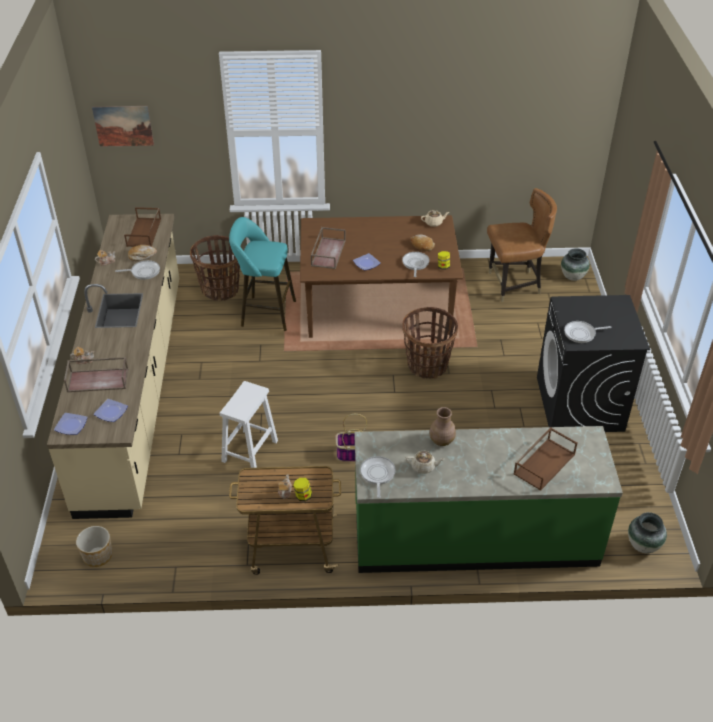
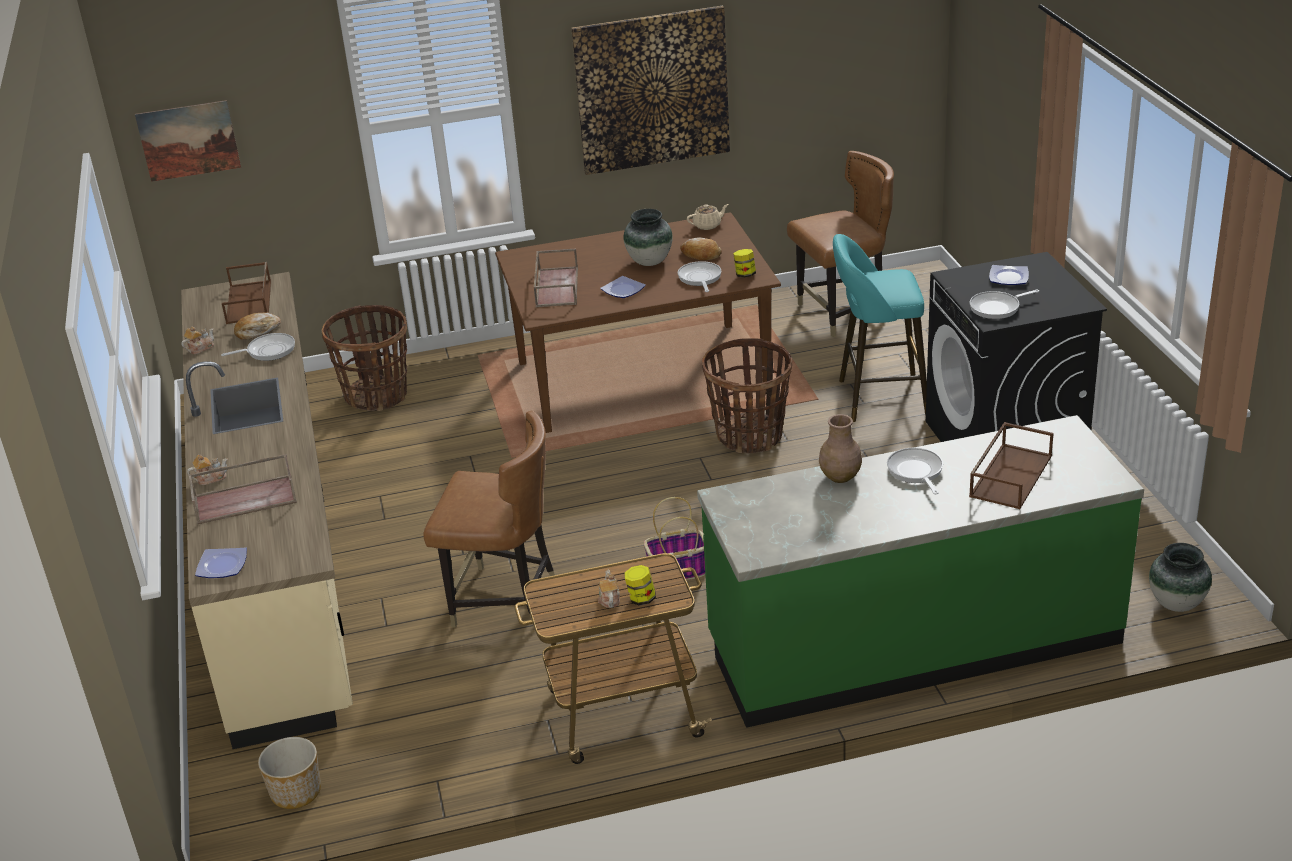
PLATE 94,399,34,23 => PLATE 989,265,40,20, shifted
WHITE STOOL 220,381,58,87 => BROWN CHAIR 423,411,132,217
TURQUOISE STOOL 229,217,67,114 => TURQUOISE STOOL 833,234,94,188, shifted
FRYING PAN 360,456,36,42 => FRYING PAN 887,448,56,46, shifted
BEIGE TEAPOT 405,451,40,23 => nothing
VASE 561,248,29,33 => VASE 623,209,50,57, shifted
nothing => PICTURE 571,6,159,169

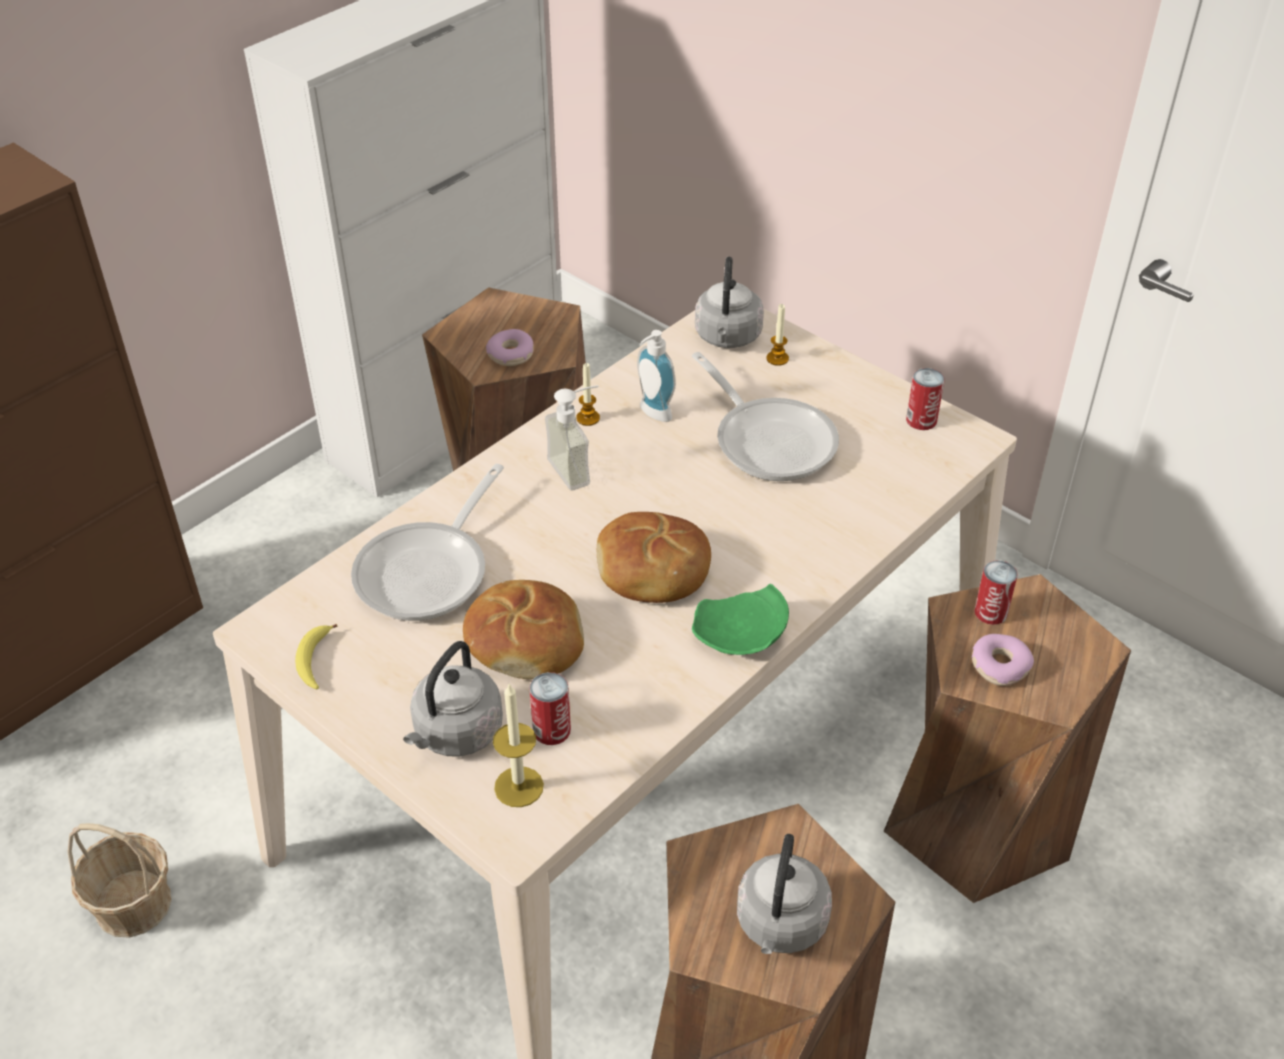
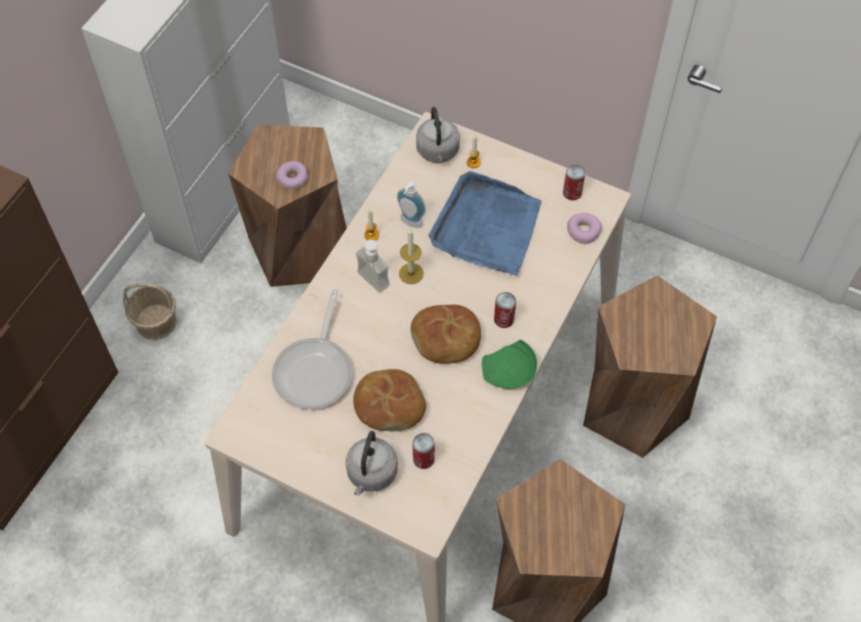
BASKET 68,823,104,115 => BASKET 123,283,54,57, shifted
BANANA 295,624,42,65 => nothing
CANDLE 493,683,51,124 => CANDLE 399,228,25,56, shifted
FRYING PAN 692,352,147,129 => BLUE TRAY 428,171,113,105
GREY KETTLE 737,834,95,120 => nothing
DONUT 972,634,62,52 => DONUT 567,213,35,31, shifted
CAN 974,560,44,65 => CAN 494,292,22,36, shifted

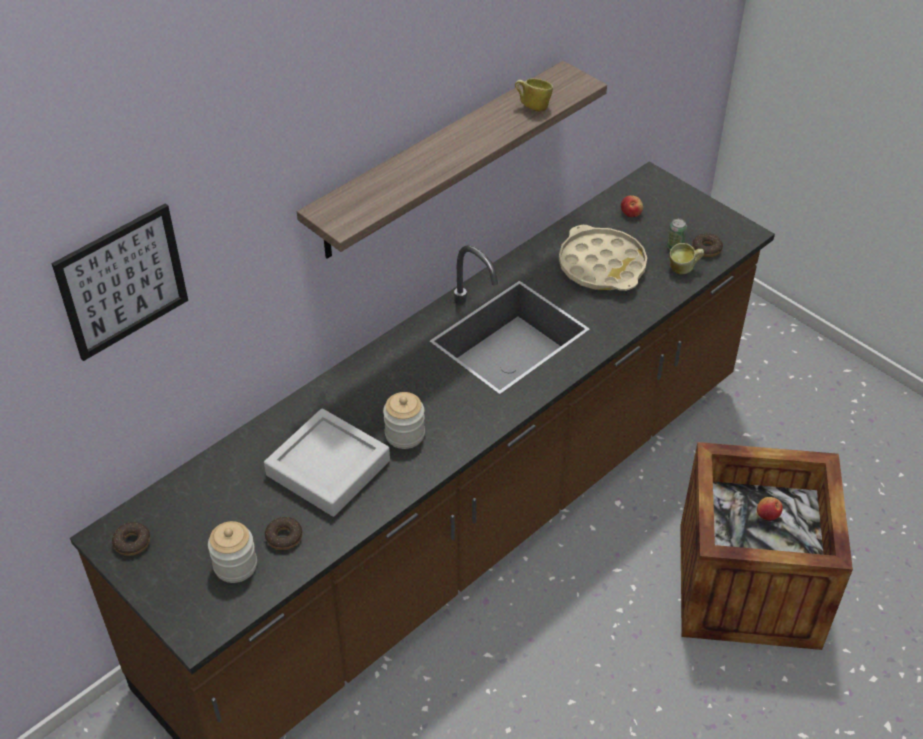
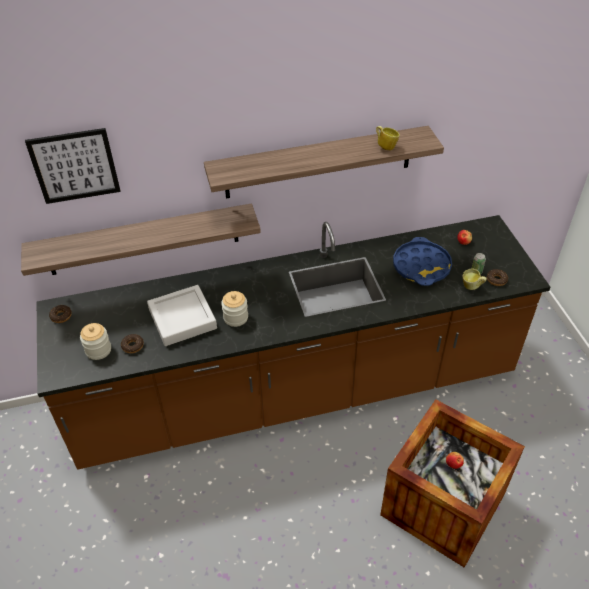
BEIGE TRAY 559,225,88,66 => BLUE TRAY 393,237,59,49
nothing => SHELF 21,203,240,73

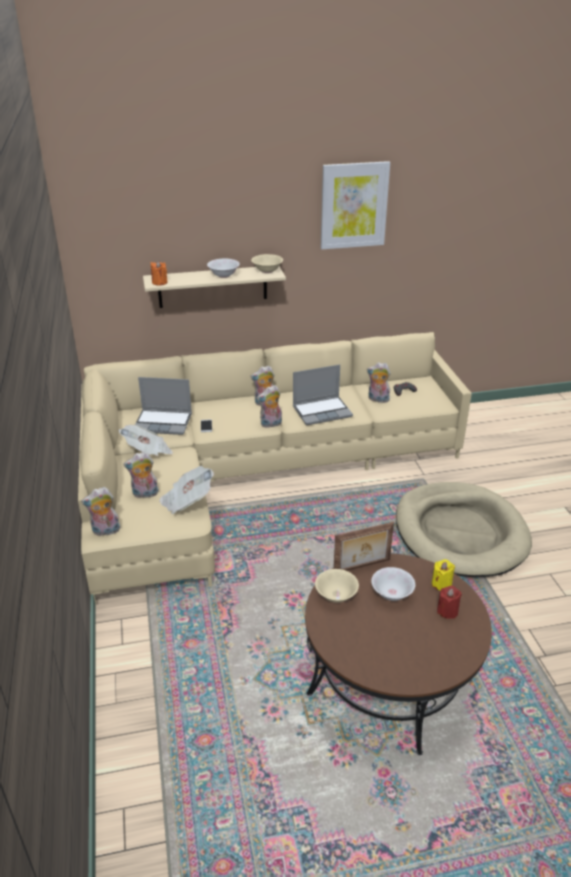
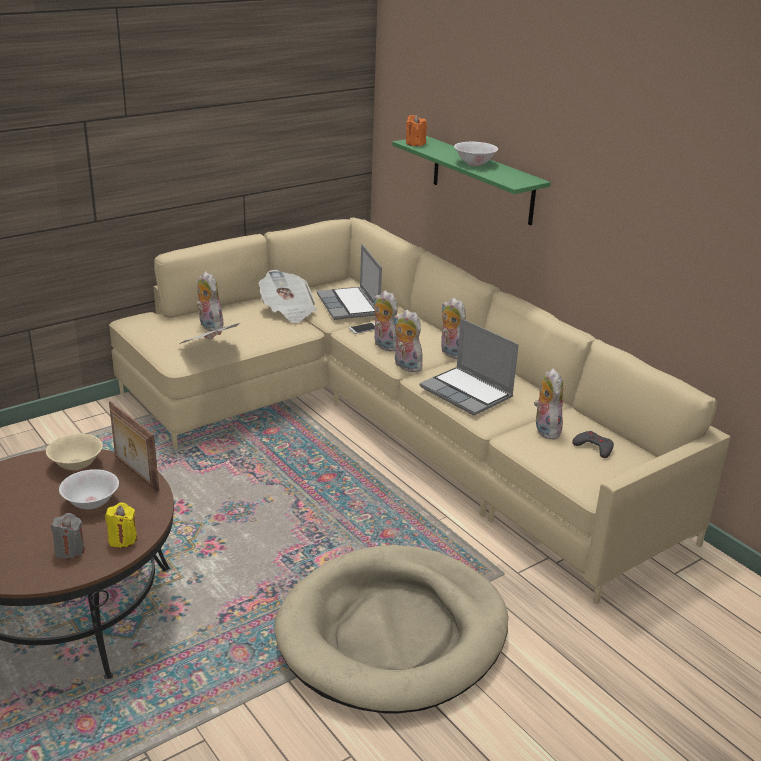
PLUSH TOY 81,487,39,49 => PLUSH TOY 374,290,24,61, shifted
BEIGE SHELF 143,266,143,42 => GREEN SHELF 392,136,159,89
BEIGE BOWL 251,254,32,19 => nothing
PICTURE 321,161,69,88 => nothing
RED CANDLE 437,586,25,33 => GREY CANDLE 51,513,34,46

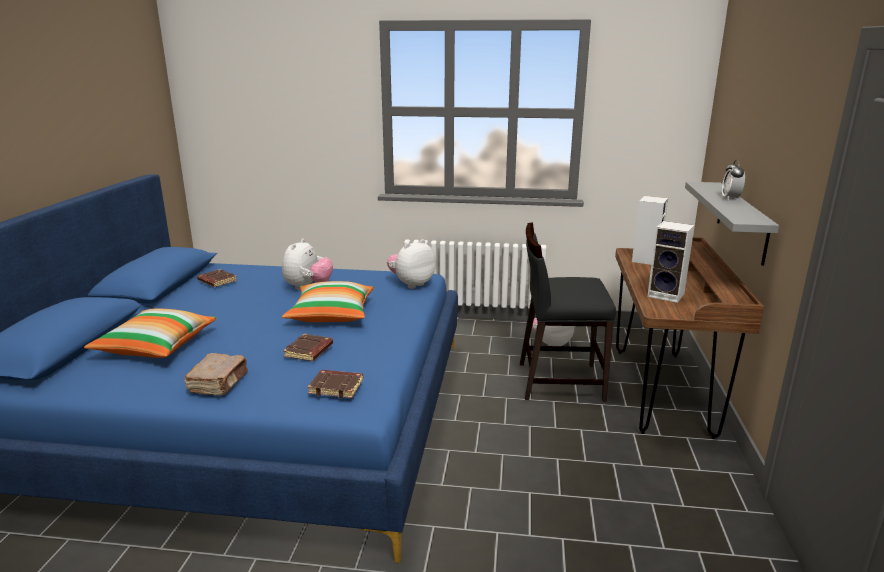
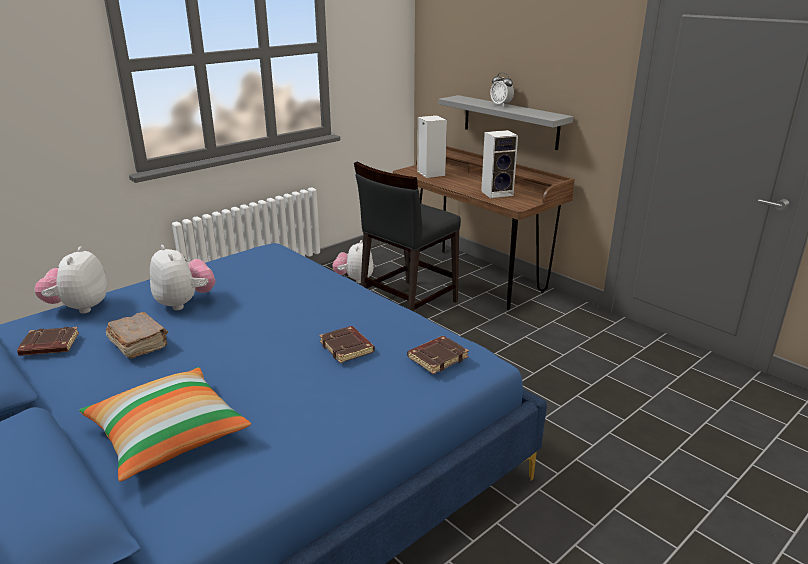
BROWN BOOK 184,353,64,43 => BROWN BOOK 106,312,62,47, shifted
PILLOW 282,281,92,41 => nothing
PLUSH TOY 387,239,49,50 => PLUSH TOY 35,246,72,68, shifted

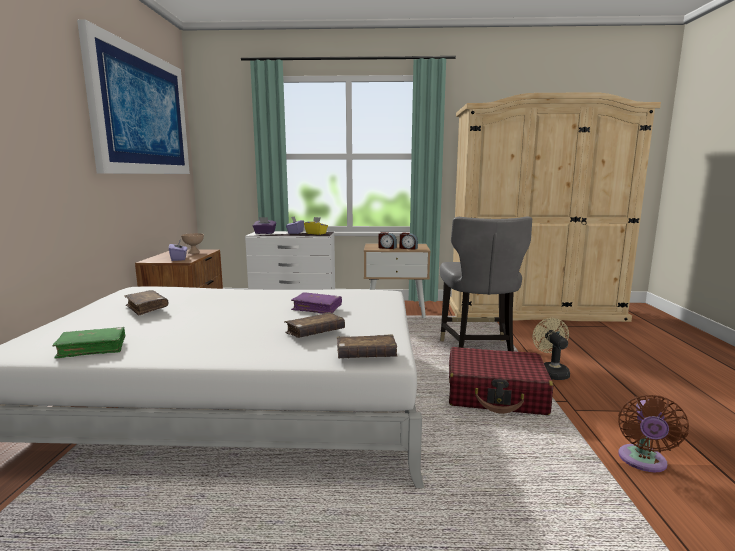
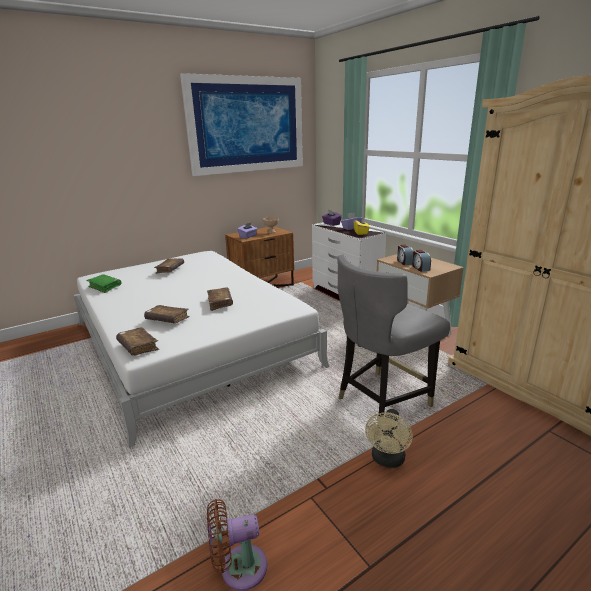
PURPLE BOOK 291,292,51,22 => BROWN BOOK 207,287,26,24
RED SUITCASE 449,347,104,68 => nothing
BEIGE FAN 532,318,38,62 => BEIGE FAN 365,409,48,59, 150 degrees clockwise

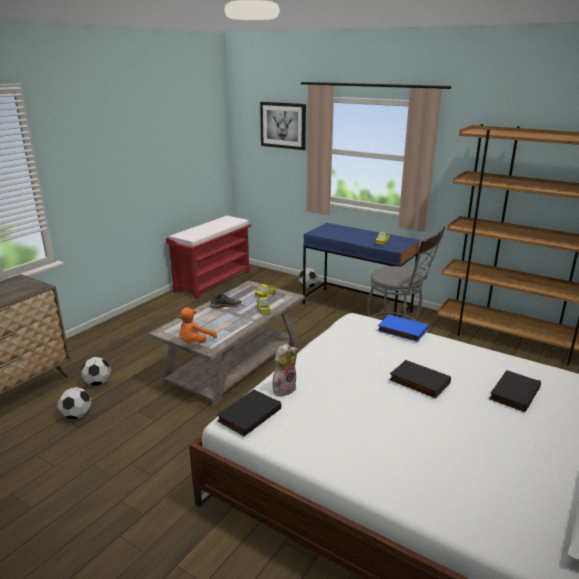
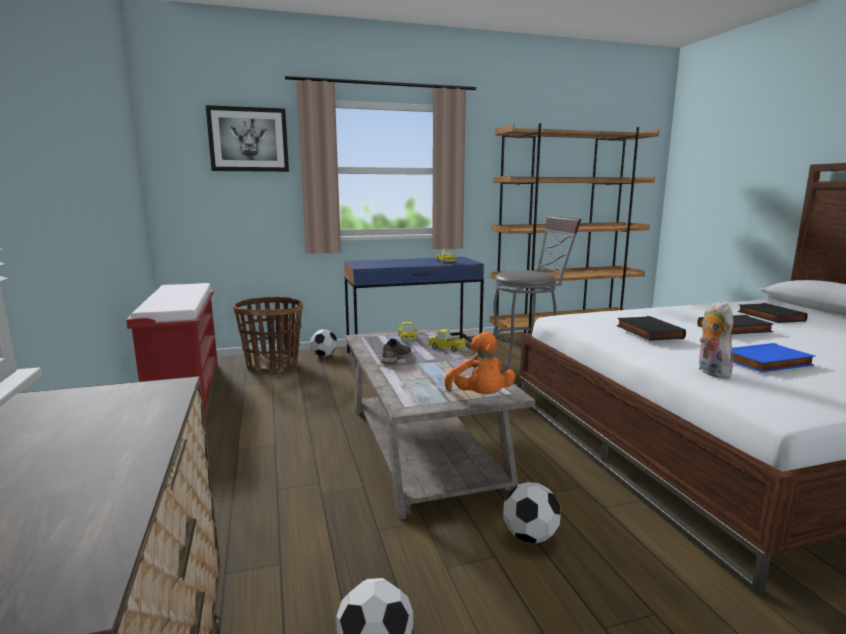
FOOTBALL 80,357,31,29 => FOOTBALL 503,482,58,62, shifted
BLACK BOOK 217,389,64,47 => BLACK BOOK 616,316,70,25, shifted
BLUE BOOK 377,315,51,27 => BLUE BOOK 732,343,83,30, shifted
nothing => BASKET 233,297,70,76

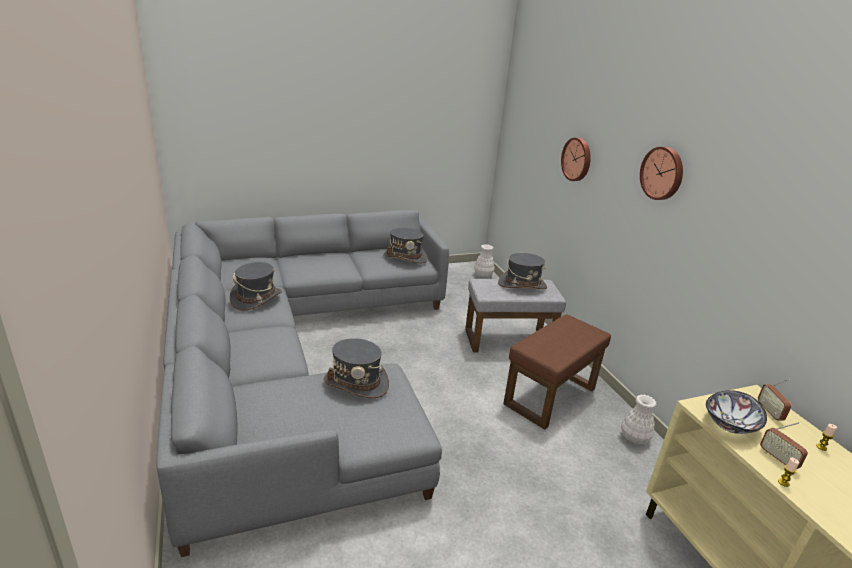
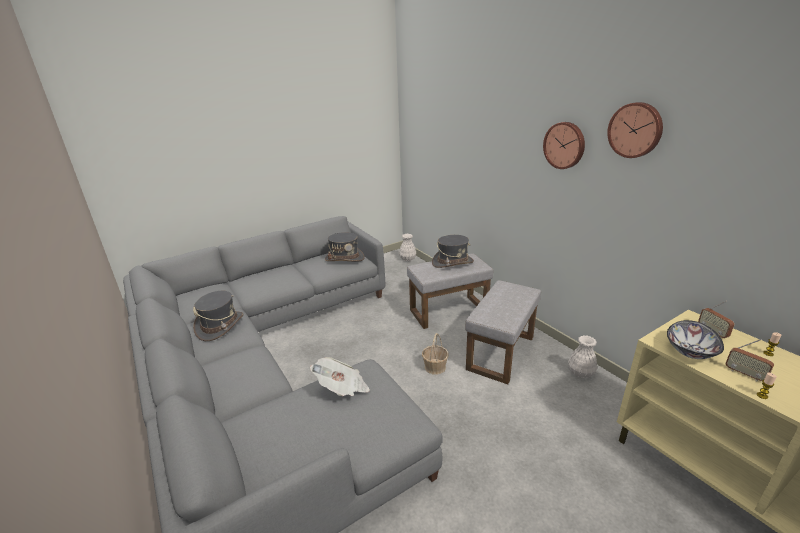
GREY HAT 323,338,66,60 => NEWSPAPER 310,357,60,39
BROWN OTTOMAN 503,314,108,116 => GREY OTTOMAN 465,280,76,104
WALL CLOCK 561,138,30,43 => WALL CLOCK 607,102,56,56, shifted
nothing => BASKET 422,333,27,42

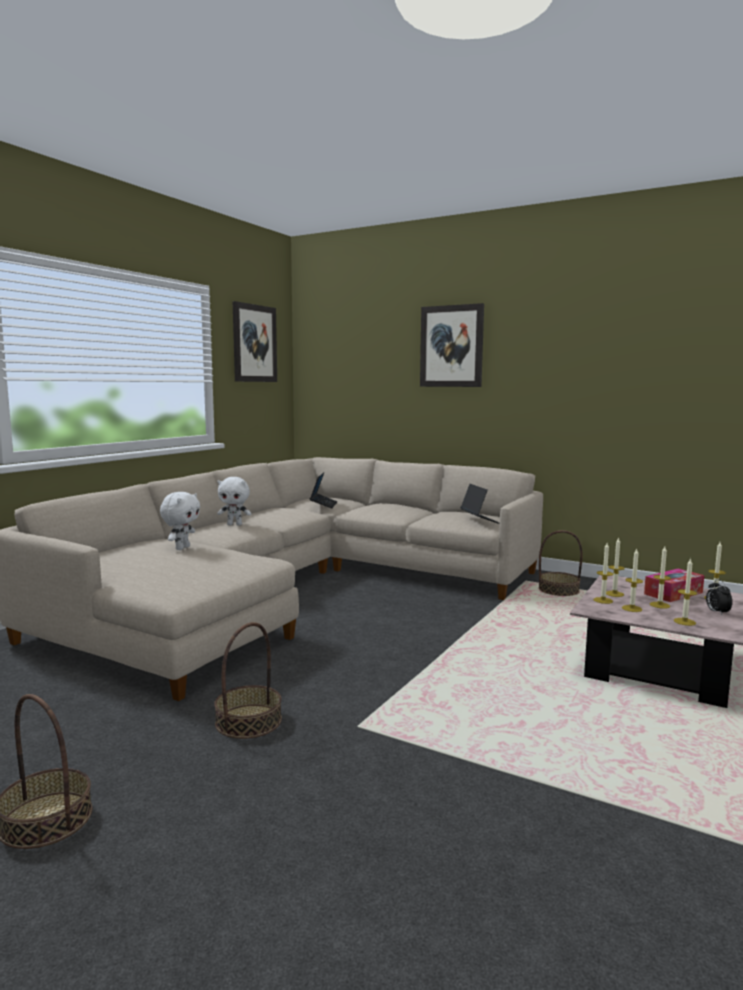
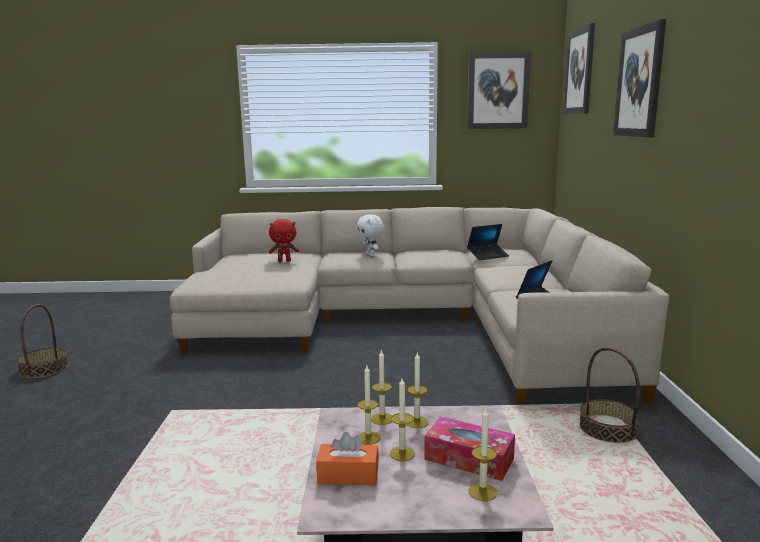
WHITE PLUSH TOY 160,492,40,58 => RED PLUSH TOY 269,219,30,43
BASKET 214,622,68,117 => nothing
CANDLE 674,558,23,68 => ORANGE TISSUE BOX 316,432,63,53
ALARM CLOCK 706,579,26,36 => nothing
nothing => PICTURE 563,23,32,91

